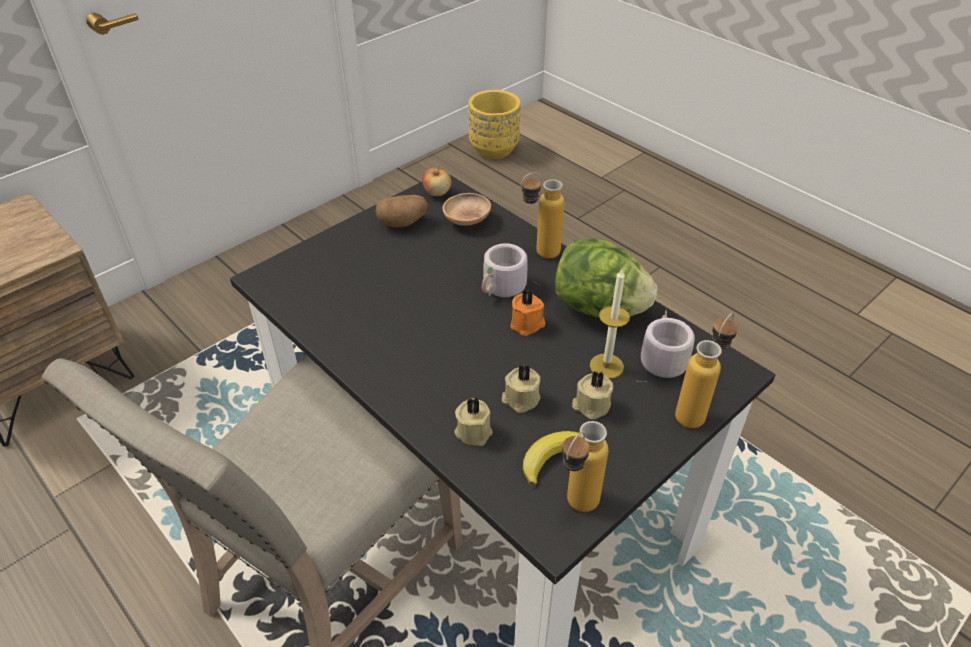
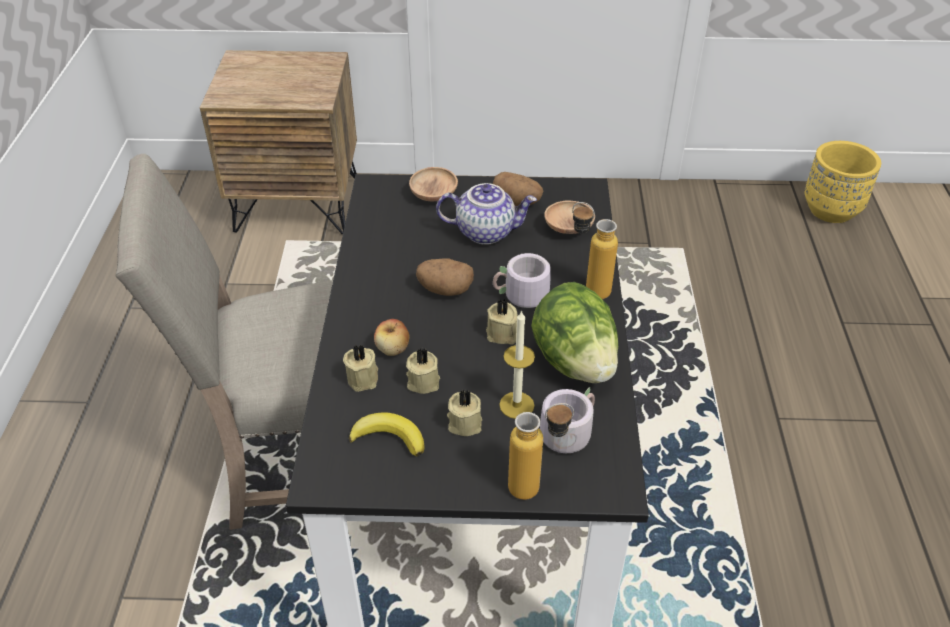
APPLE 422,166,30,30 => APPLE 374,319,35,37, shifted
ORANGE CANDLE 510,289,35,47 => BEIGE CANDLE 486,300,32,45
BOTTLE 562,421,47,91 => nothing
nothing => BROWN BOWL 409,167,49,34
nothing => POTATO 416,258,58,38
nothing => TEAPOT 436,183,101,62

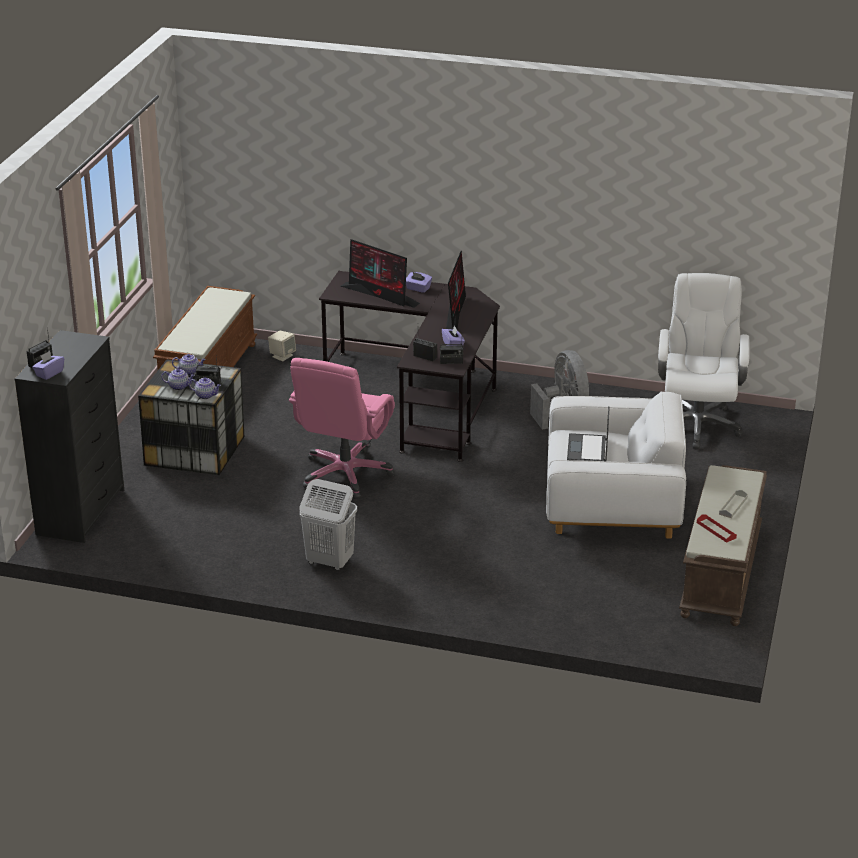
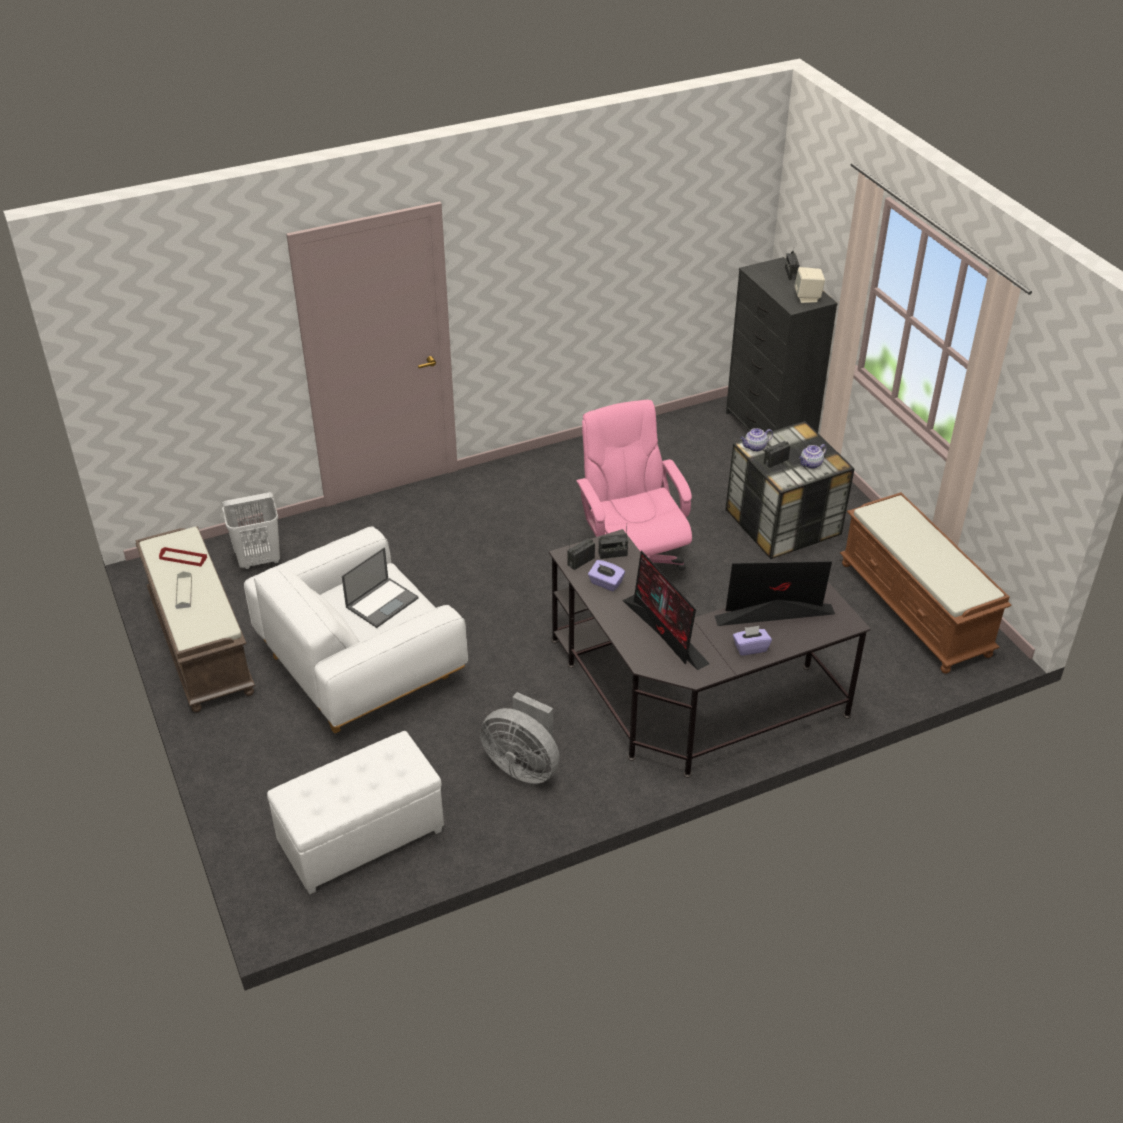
PURPLE TISSUE BOX 32,351,32,29 => nothing
TEAPOT 161,369,34,21 => nothing
BEIGE SPEAKER 268,330,28,31 => BEIGE SPEAKER 794,267,31,36, shifted
WHITE LAUNDRY BASKET 299,479,58,92 => WHITE LAUNDRY BASKET 222,492,58,78, shifted
LAPTOP 567,406,43,55 => LAPTOP 342,547,77,81, 75 degrees clockwise
WHITE OFFICE CHAIR 658,273,92,176 => WHITE OTTOMAN 267,731,177,164

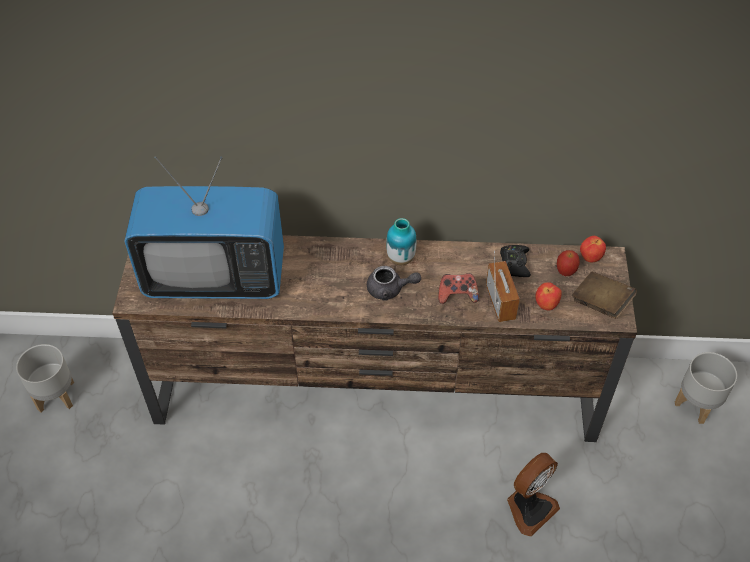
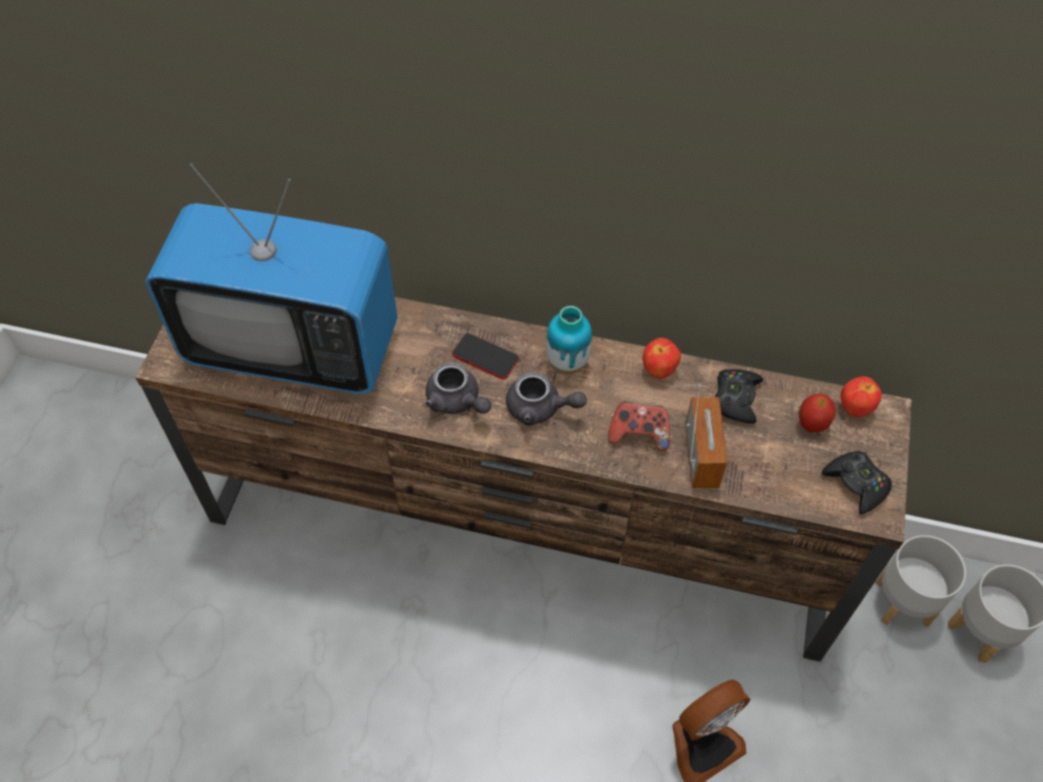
GREY PLANTER 16,344,58,68 => GREY PLANTER 875,535,91,92, shifted
APPLE 535,282,27,29 => APPLE 643,338,38,41, shifted
BROWN BOOK 572,271,65,48 => BLACK GAME CONTROLLER 822,451,70,64
nothing => GREY TEAPOT 425,363,66,51
nothing => PHONE 452,333,67,47

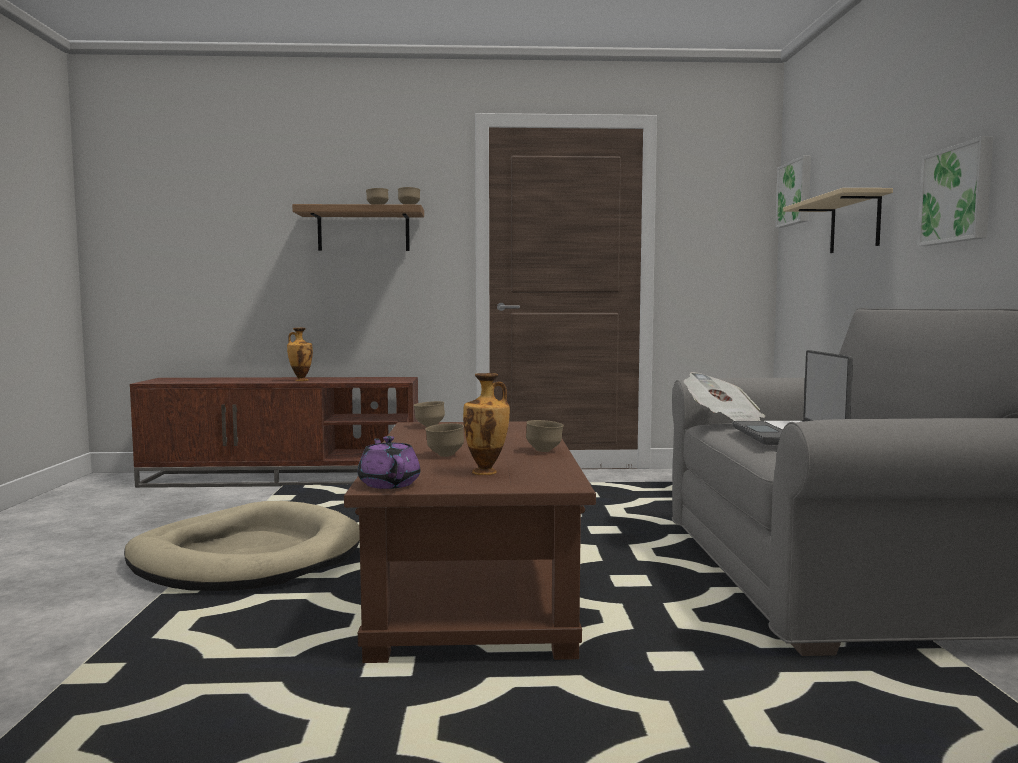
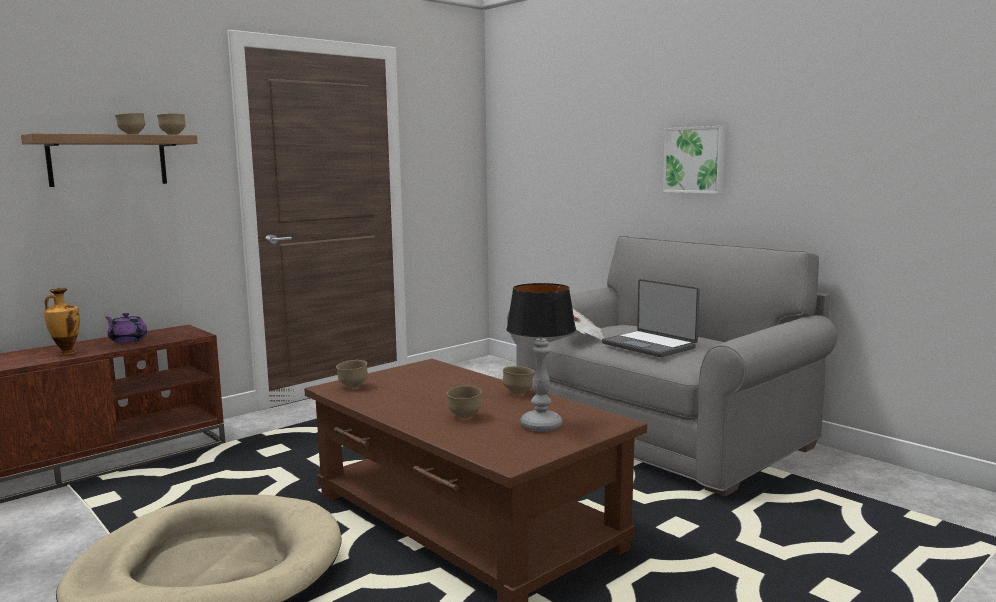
PURPLE TEAPOT 358,436,62,53 => PURPLE TEAPOT 105,313,42,30, shifted
VASE 463,373,47,102 => TABLE LAMP 506,283,70,149
PICTURE 775,155,36,73 => nothing
BEIGE SHELF 783,188,110,65 => nothing

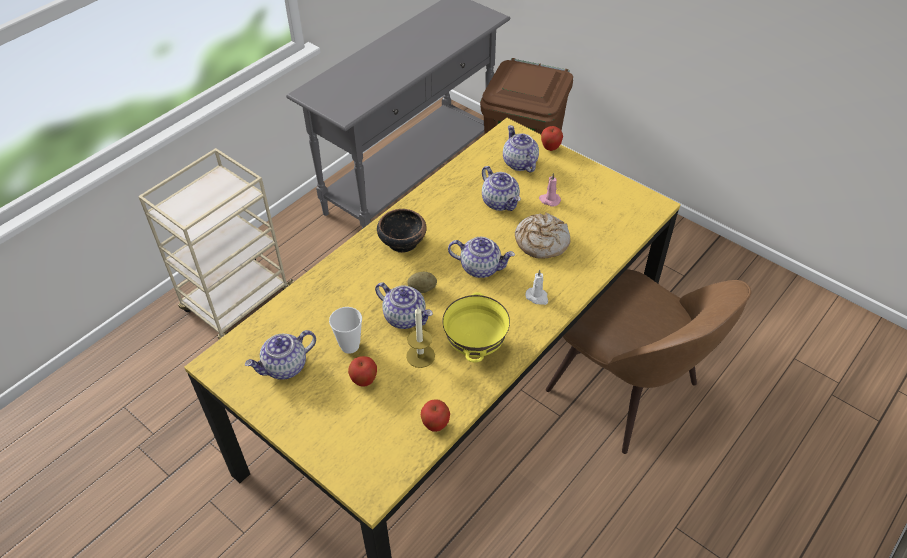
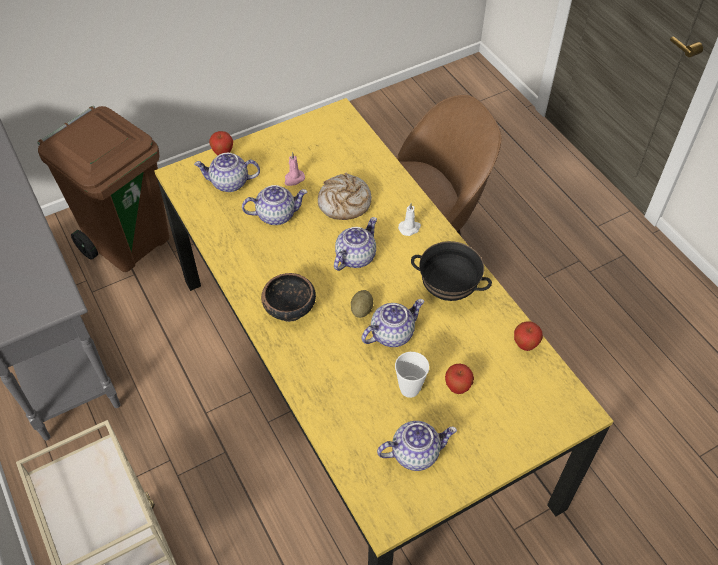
TEAPOT 245,330,71,50 => TEAPOT 377,421,80,50, 90 degrees counterclockwise
CANDLE 406,307,29,61 => nothing
YELLOW BOWL 442,292,68,71 => BLACK BOWL 411,241,81,60

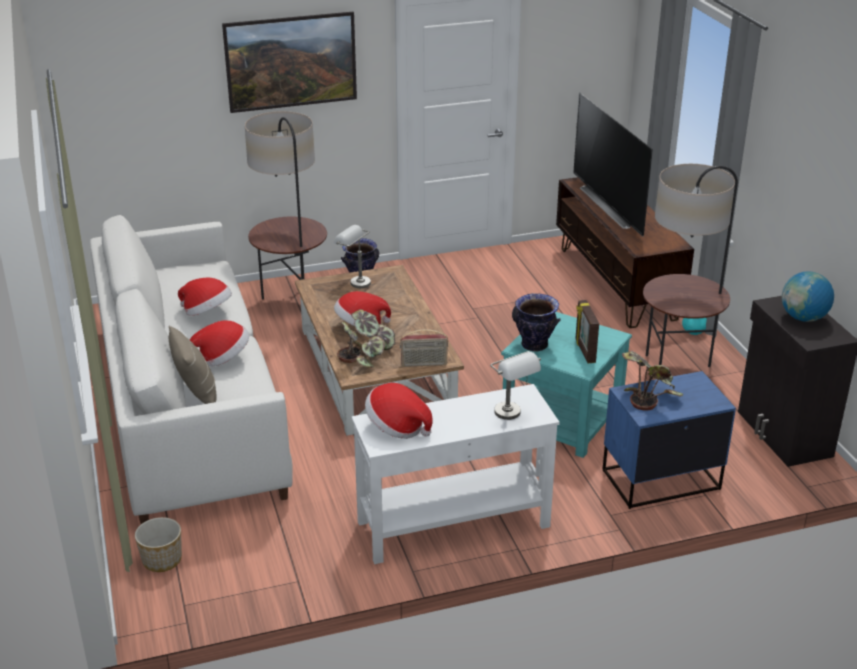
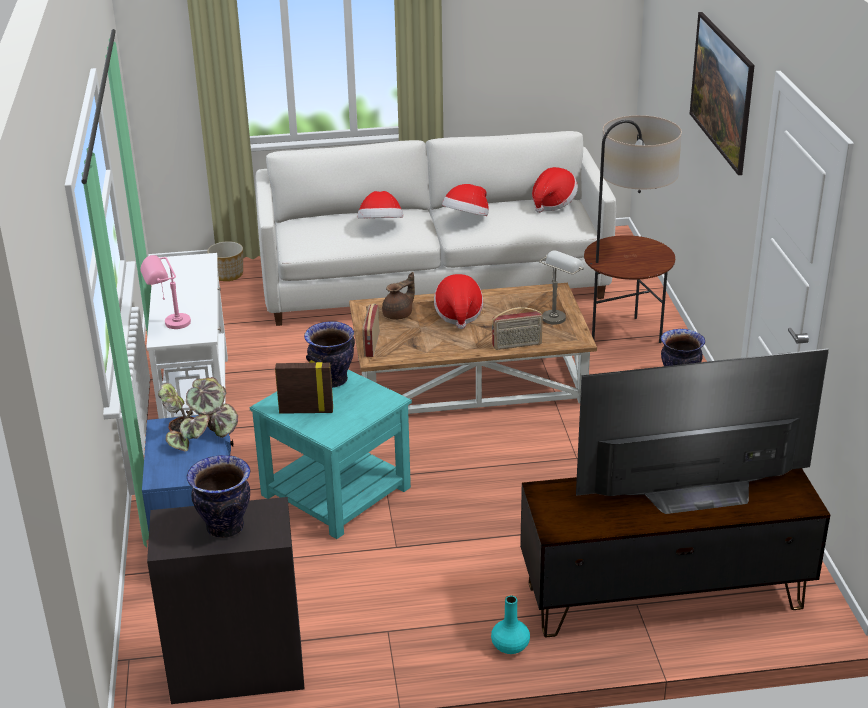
BEIGE PILLOW 168,326,49,78 => nothing
POTTED PLANT 337,309,58,59 => BROWN TEAPOT 382,272,33,48
HAT 365,383,68,56 => HAT 532,167,46,46, shifted
GREY TABLE LAMP 490,351,51,69 => PINK TABLE LAMP 140,255,51,74
FLOOR LAMP 643,164,95,203 => nothing
GLOBE 782,272,52,50 => VASE 187,455,64,83
nothing => RADIO 492,307,51,43

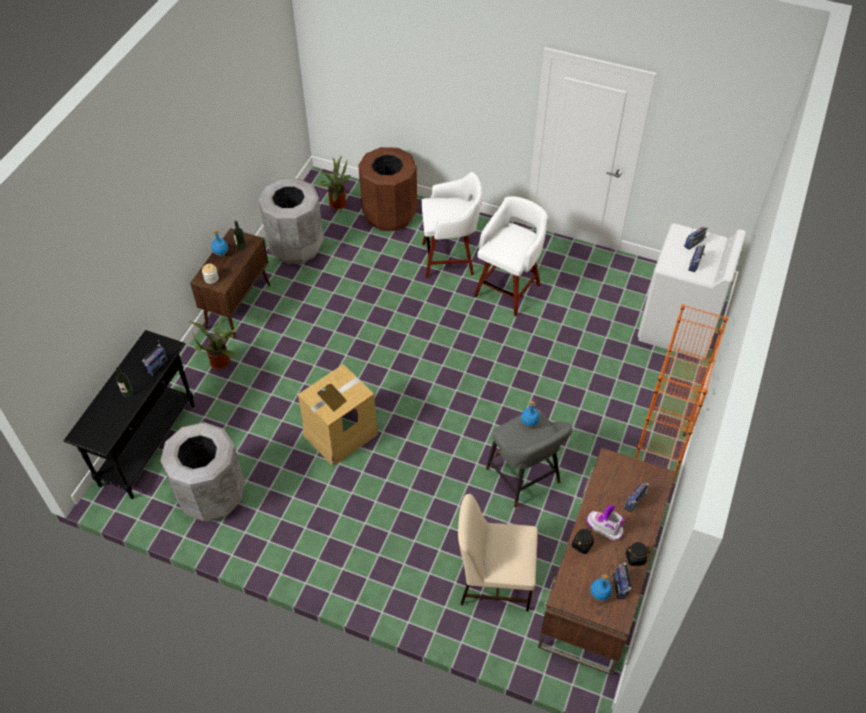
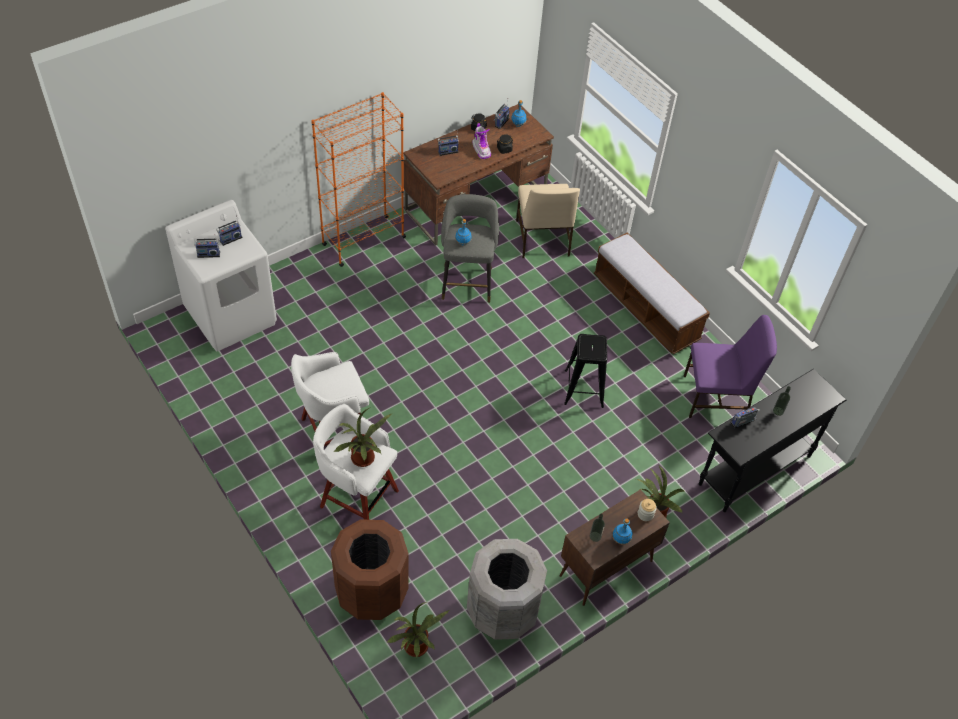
GREY TRASH CAN 160,422,85,100 => PURPLE CHAIR 684,315,93,103
CARDBOARD BOX 298,364,81,101 => BLACK STOOL 564,334,43,74
BEIGE CHAIR 458,494,80,118 => BEIGE CHAIR 516,184,64,74, 45 degrees clockwise
nothing => POTTED PLANT 334,407,57,60
nothing => BENCH 594,233,116,122

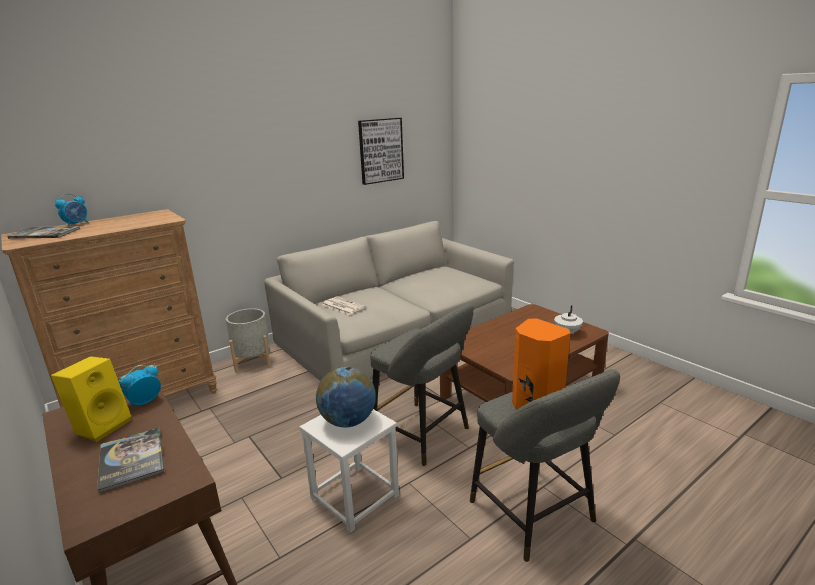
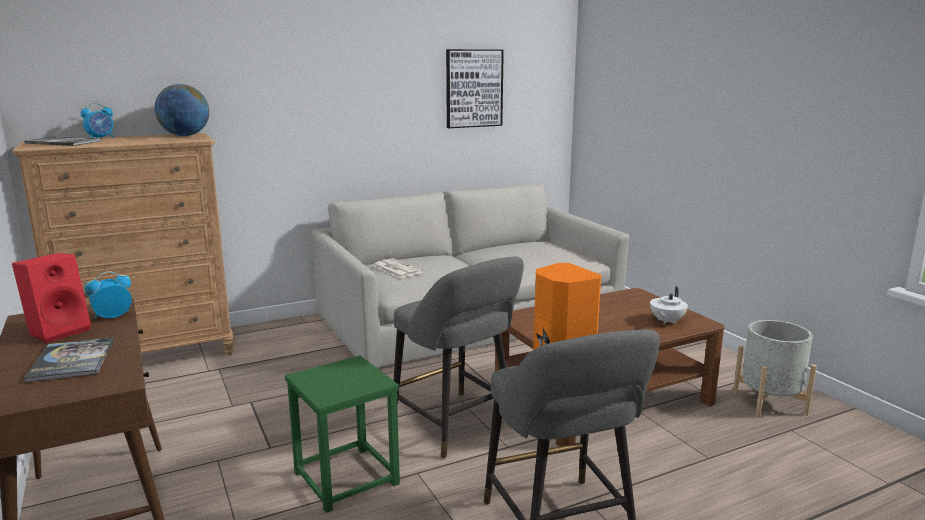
YELLOW SPEAKER 51,356,80,86 => RED SPEAKER 12,253,79,90
GREY PLANTER 226,308,45,65 => GREY PLANTER 733,320,84,98, shifted
WHITE STOOL 299,409,100,124 => GREEN STOOL 285,355,115,158
GLOBE 316,367,60,61 => GLOBE 154,84,55,52, shifted

